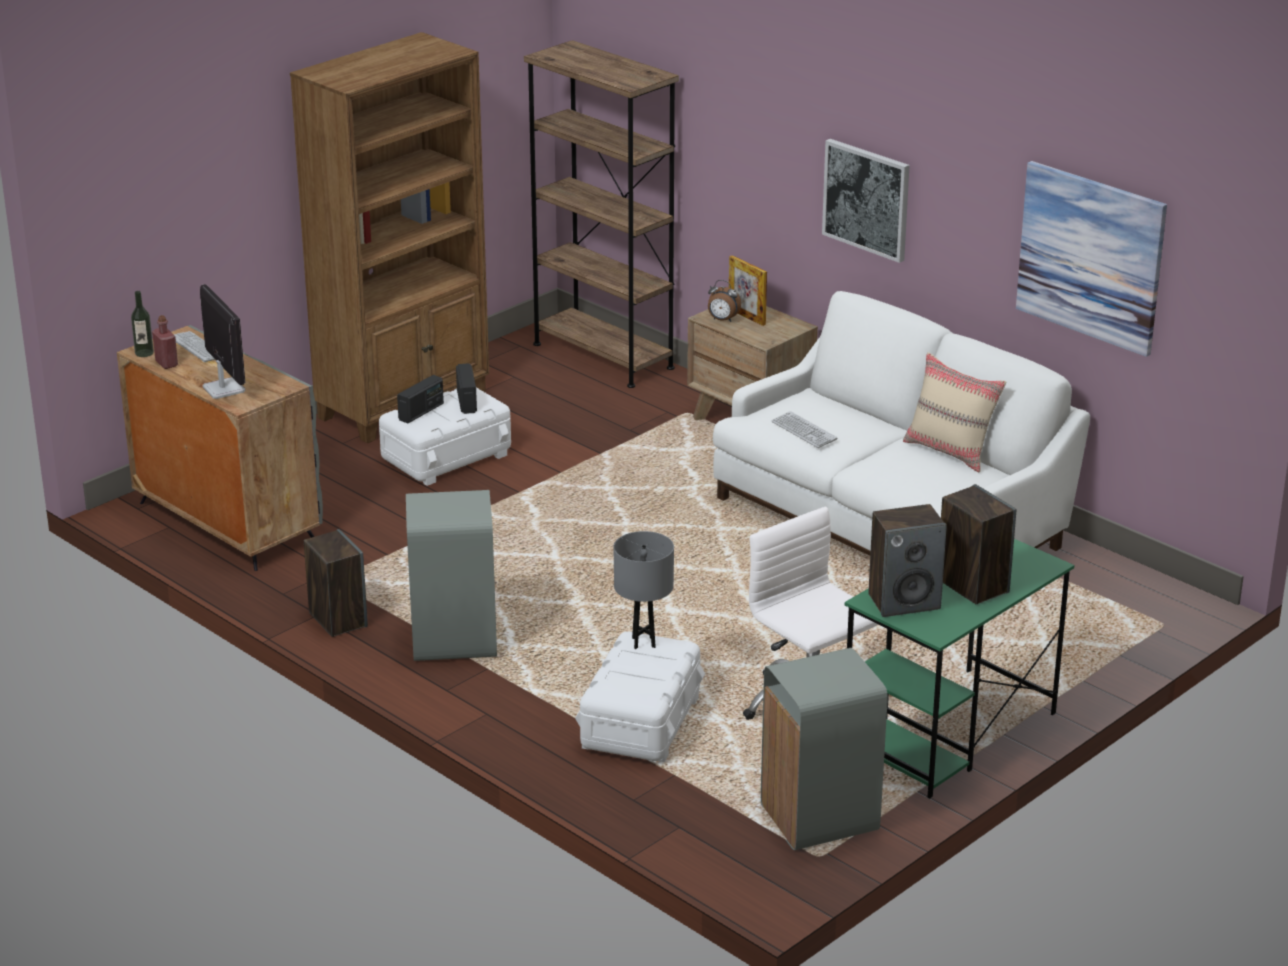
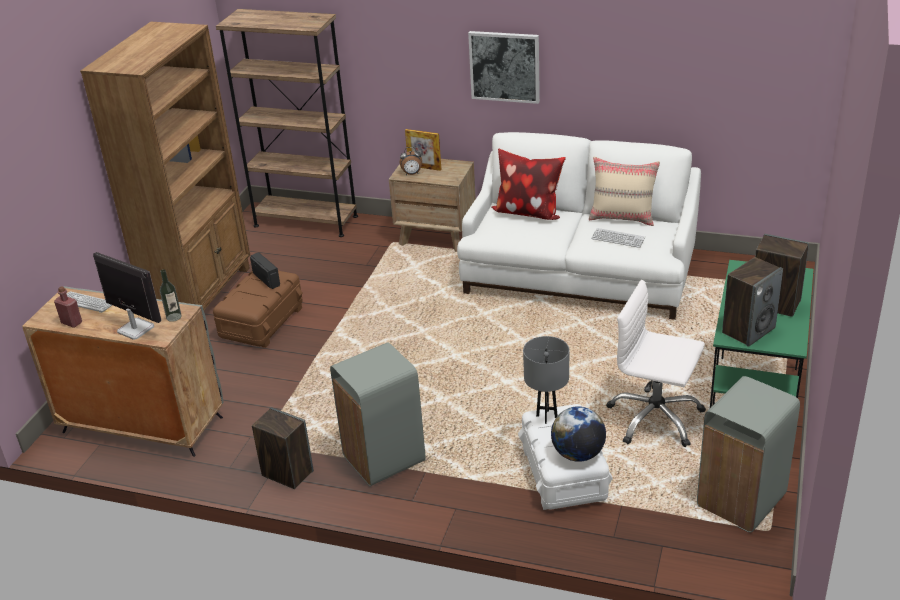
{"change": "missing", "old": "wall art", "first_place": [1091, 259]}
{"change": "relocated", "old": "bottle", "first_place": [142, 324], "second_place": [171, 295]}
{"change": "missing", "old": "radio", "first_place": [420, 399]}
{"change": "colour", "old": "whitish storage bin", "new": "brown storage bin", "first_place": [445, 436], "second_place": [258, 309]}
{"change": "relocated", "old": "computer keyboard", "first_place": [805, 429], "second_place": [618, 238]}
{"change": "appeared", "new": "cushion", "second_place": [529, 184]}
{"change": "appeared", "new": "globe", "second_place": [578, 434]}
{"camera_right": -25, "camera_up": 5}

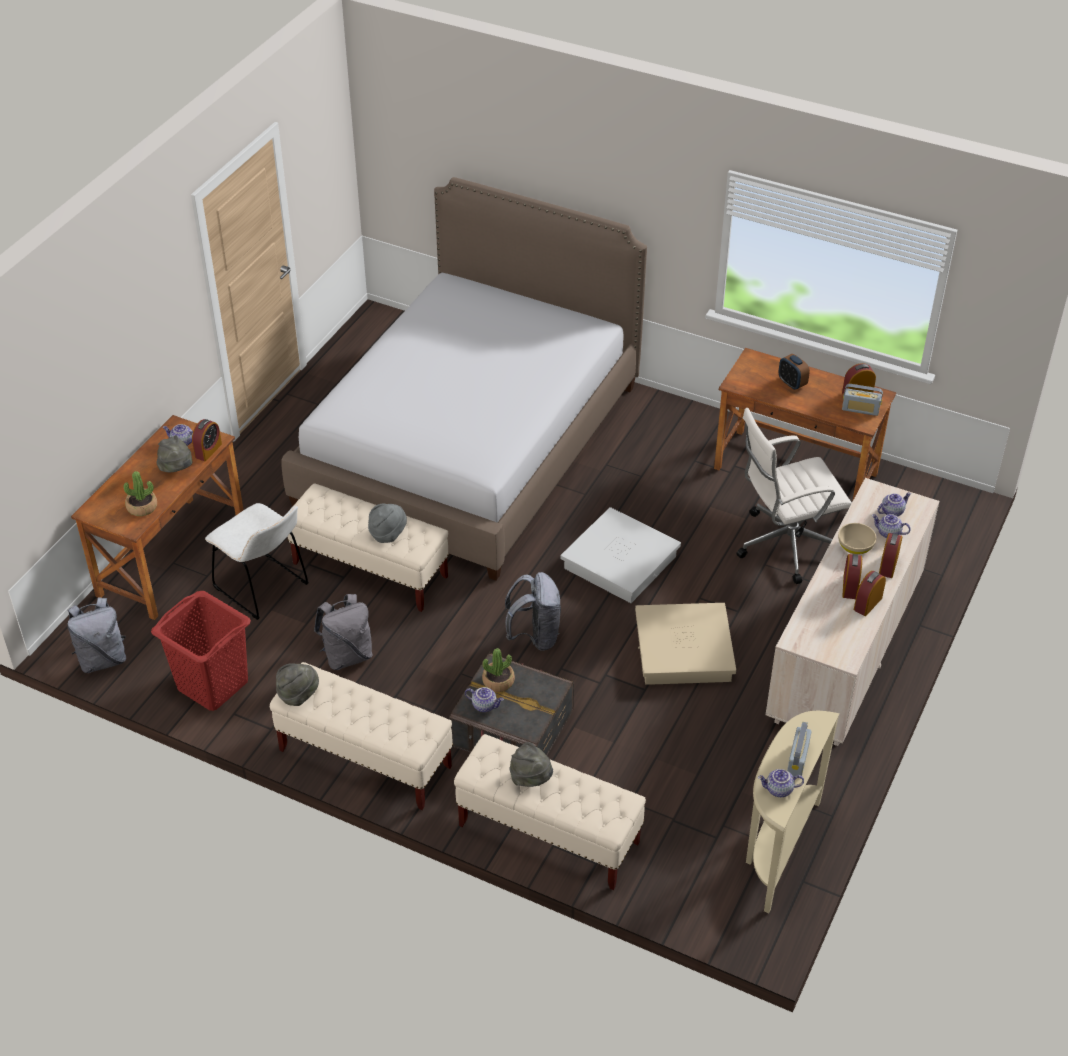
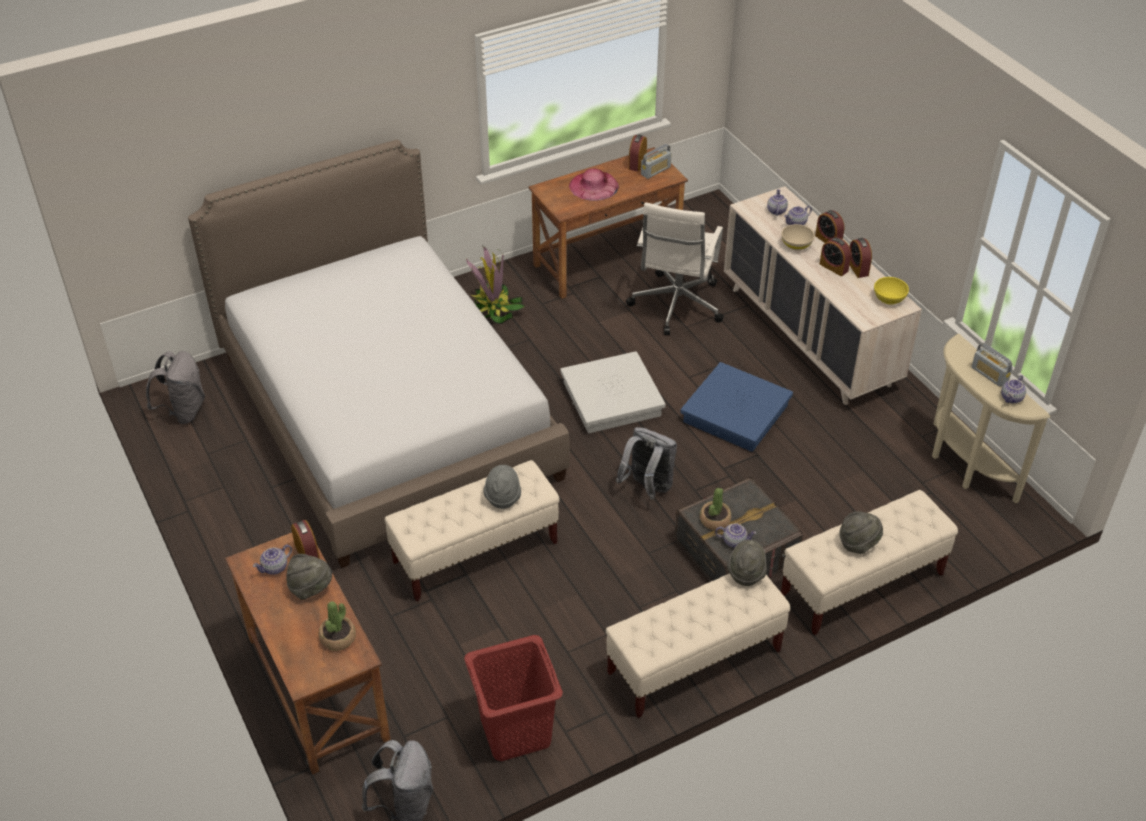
{"change": "exchanged", "old": "alarm clock", "new": "pinkish hat", "first_place": [794, 372], "second_place": [594, 184]}
{"change": "missing", "old": "whitish plain chair", "first_place": [257, 561]}
{"change": "relocated", "old": "greyish rucksack", "first_place": [343, 632], "second_place": [175, 387]}
{"change": "colour", "old": "sand-coloured storage bin", "new": "bluish storage bin", "first_place": [685, 644], "second_place": [736, 407]}
{"change": "relocated", "old": "greyish hat", "first_place": [297, 684], "second_place": [747, 563]}
{"change": "spun", "old": "teapot", "first_place": [484, 699], "second_place": [735, 535], "degrees": 45}
{"change": "appeared", "new": "potted plant", "second_place": [495, 285]}
{"change": "appeared", "new": "yellow bowl", "second_place": [891, 291]}
{"camera_right": -55, "camera_up": 0}

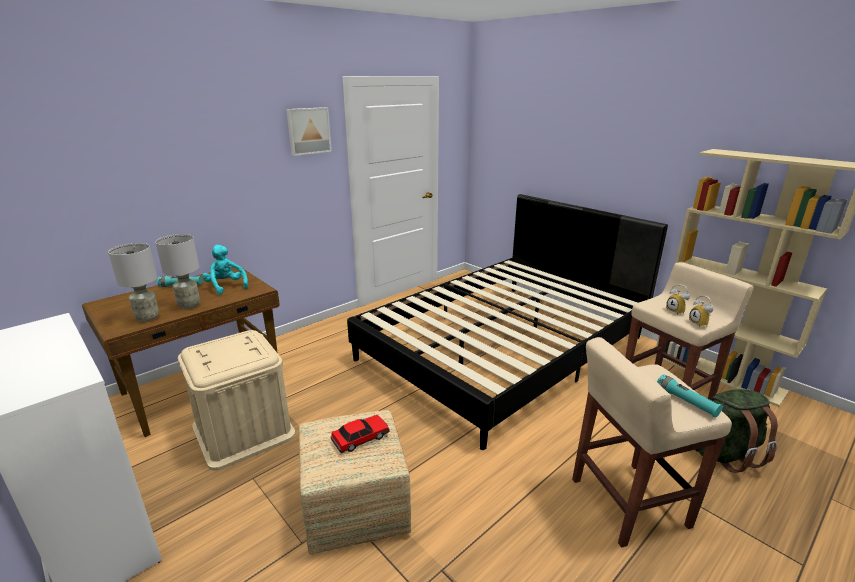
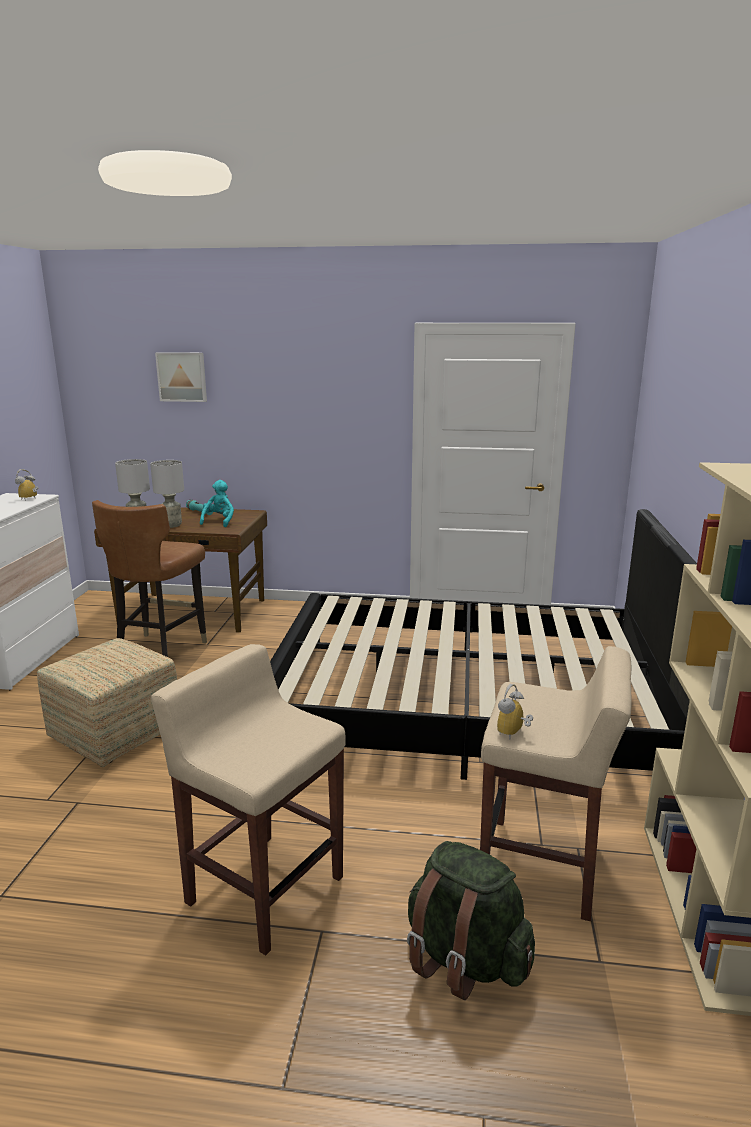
{"change": "relocated", "old": "wall art", "first_place": [309, 131], "second_place": [181, 377]}
{"change": "relocated", "old": "alarm clock", "first_place": [678, 300], "second_place": [26, 484]}
{"change": "exchanged", "old": "sand-coloured storage bin", "new": "brown plain chair", "first_place": [237, 400], "second_place": [149, 578]}
{"change": "missing", "old": "turquoise torch", "first_place": [690, 396]}
{"change": "missing", "old": "toy car", "first_place": [360, 434]}
{"camera_right": 50, "camera_up": -5}

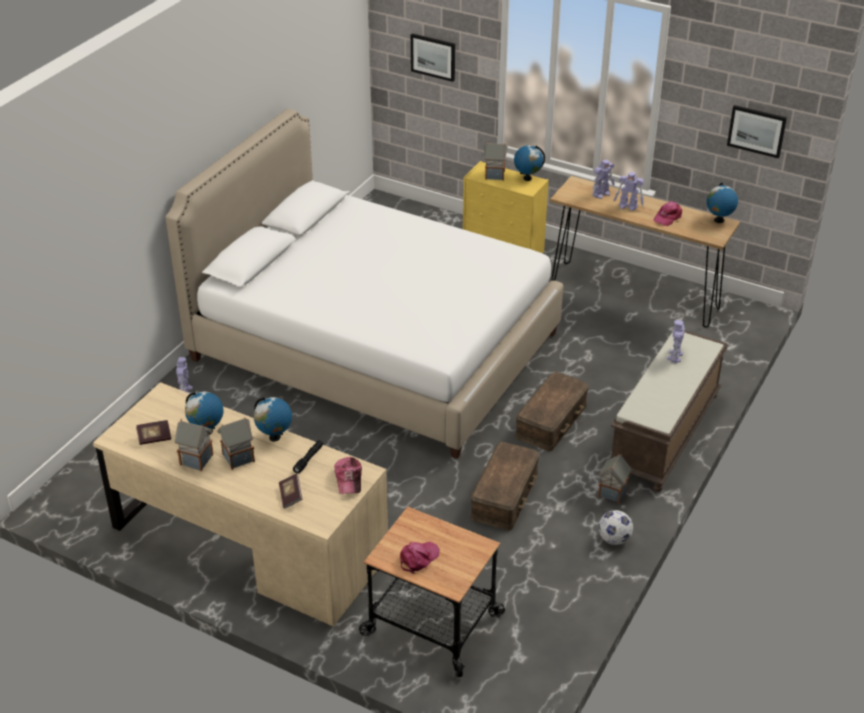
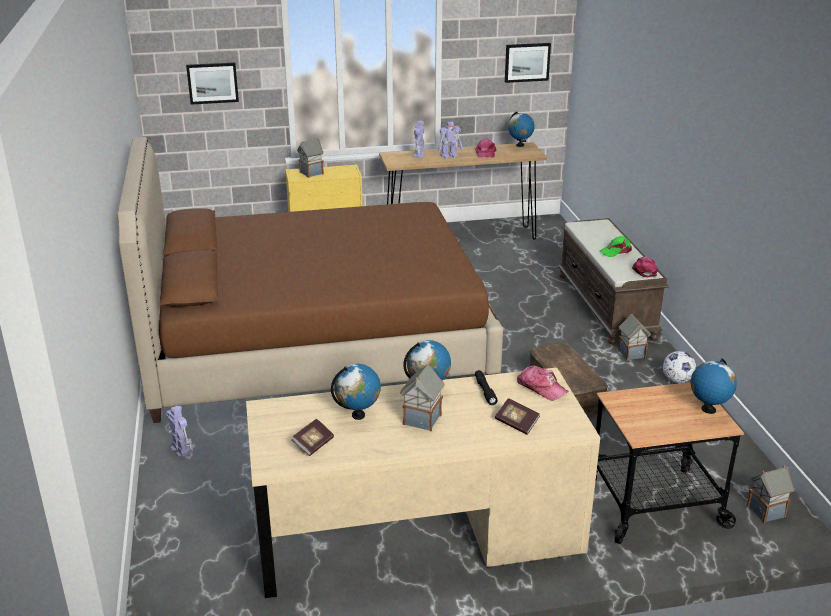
{"change": "colour", "old": "whitish sleeping bed", "new": "brown sleeping bed", "first_place": [364, 284], "second_place": [310, 280]}
{"change": "relocated", "old": "globe", "first_place": [529, 163], "second_place": [714, 386]}
{"change": "missing", "old": "robot figure", "first_place": [676, 341]}
{"change": "missing", "old": "brown storage bin", "first_place": [552, 412]}
{"change": "relocated", "old": "toy house", "first_place": [194, 445], "second_place": [770, 494]}
{"change": "relocated", "old": "pinkish cap", "first_place": [420, 558], "second_place": [645, 266]}
{"change": "appeared", "new": "green cap", "second_place": [616, 246]}
{"camera_right": -40, "camera_up": -10}

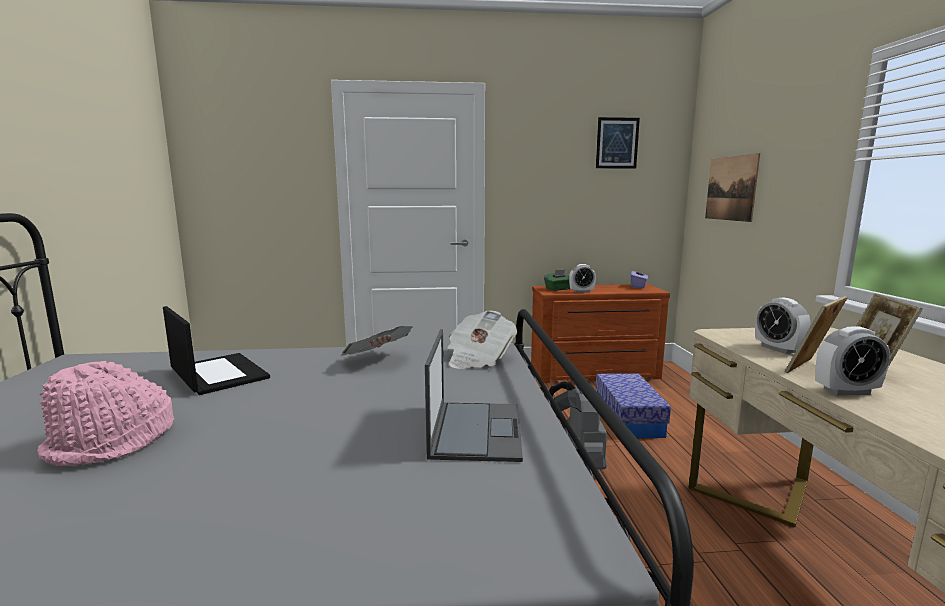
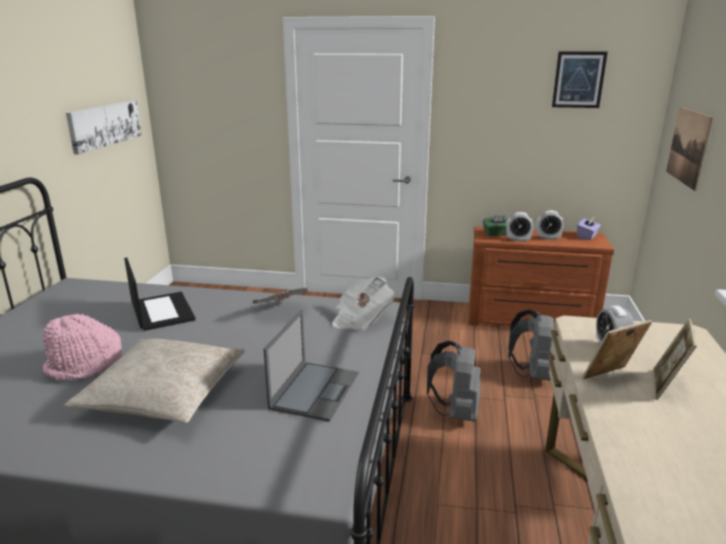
{"change": "relocated", "old": "alarm clock", "first_place": [852, 361], "second_place": [550, 225]}
{"change": "exchanged", "old": "storage bin", "new": "greyish rucksack", "first_place": [633, 405], "second_place": [531, 345]}
{"change": "appeared", "new": "wall art", "second_place": [104, 127]}
{"change": "appeared", "new": "sand-coloured cushion", "second_place": [154, 381]}
{"camera_right": 15, "camera_up": 10}

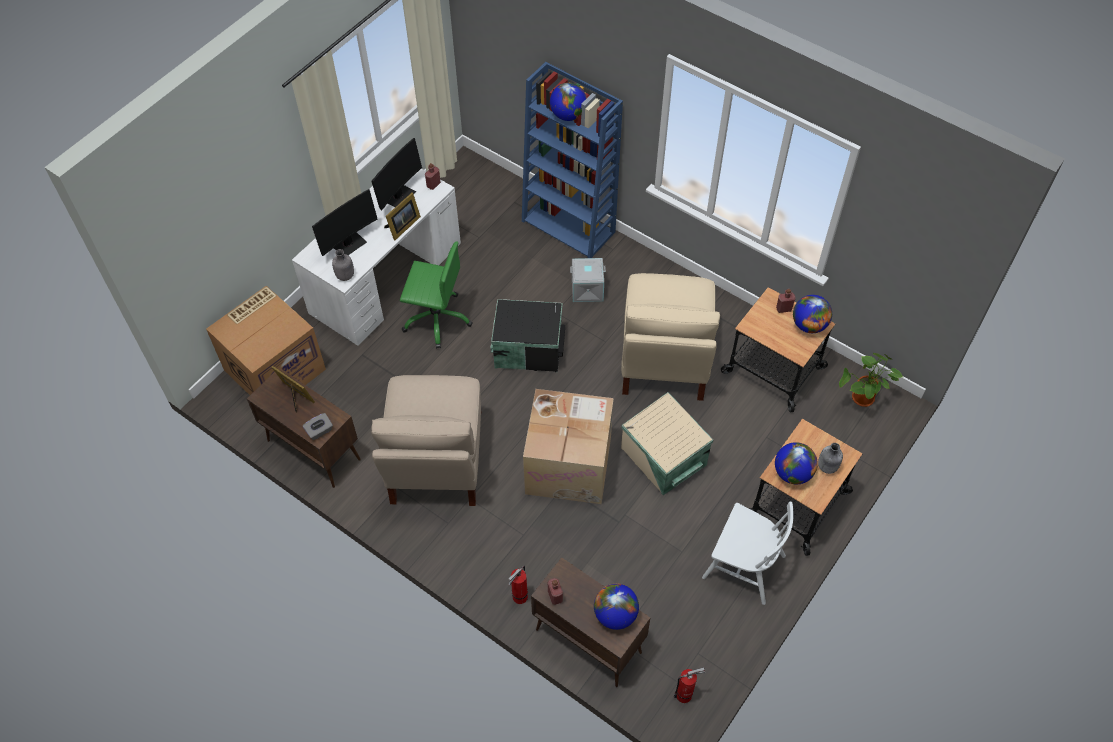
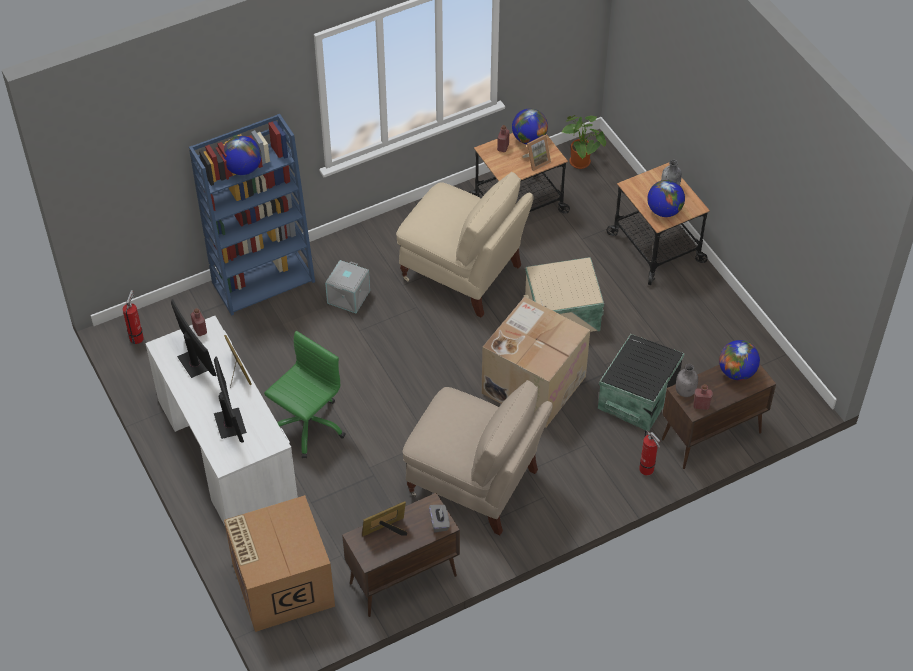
{"change": "relocated", "old": "greyish bottle", "first_place": [343, 265], "second_place": [687, 380]}
{"change": "relocated", "old": "black storage bin", "first_place": [527, 335], "second_place": [641, 383]}
{"change": "missing", "old": "whitish plain chair", "first_place": [748, 553]}
{"change": "relocated", "old": "fire extinguisher", "first_place": [689, 685], "second_place": [133, 317]}
{"change": "appeared", "new": "standing frame", "second_place": [537, 153]}
{"camera_right": -65, "camera_up": -5}

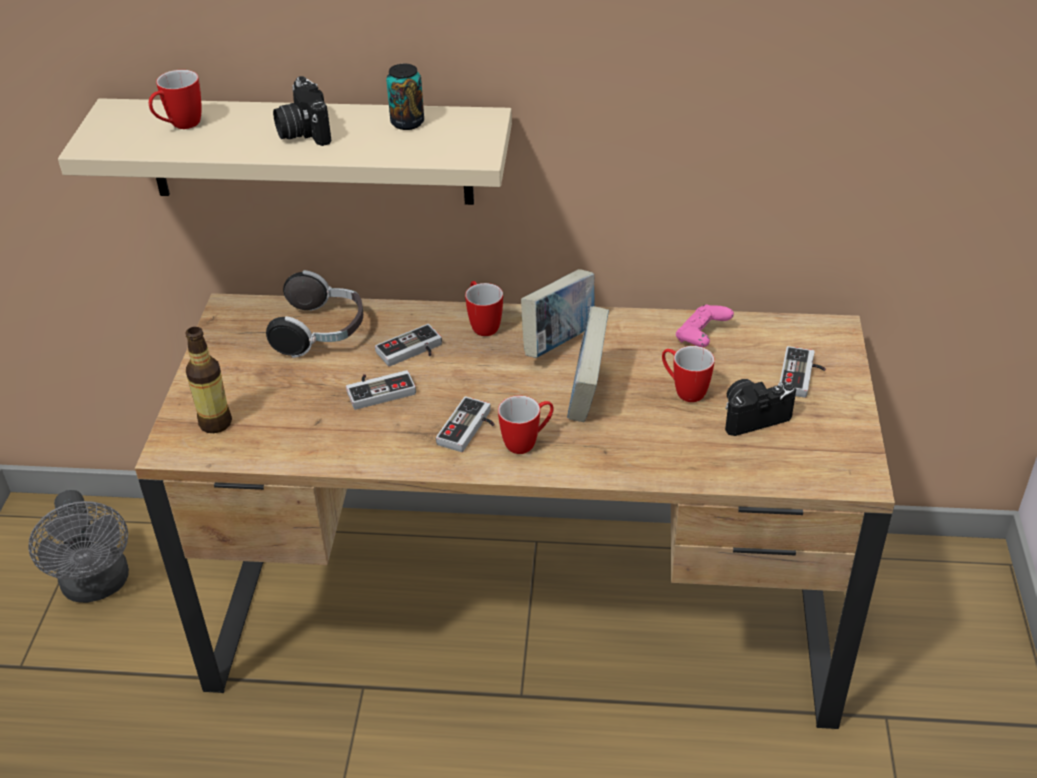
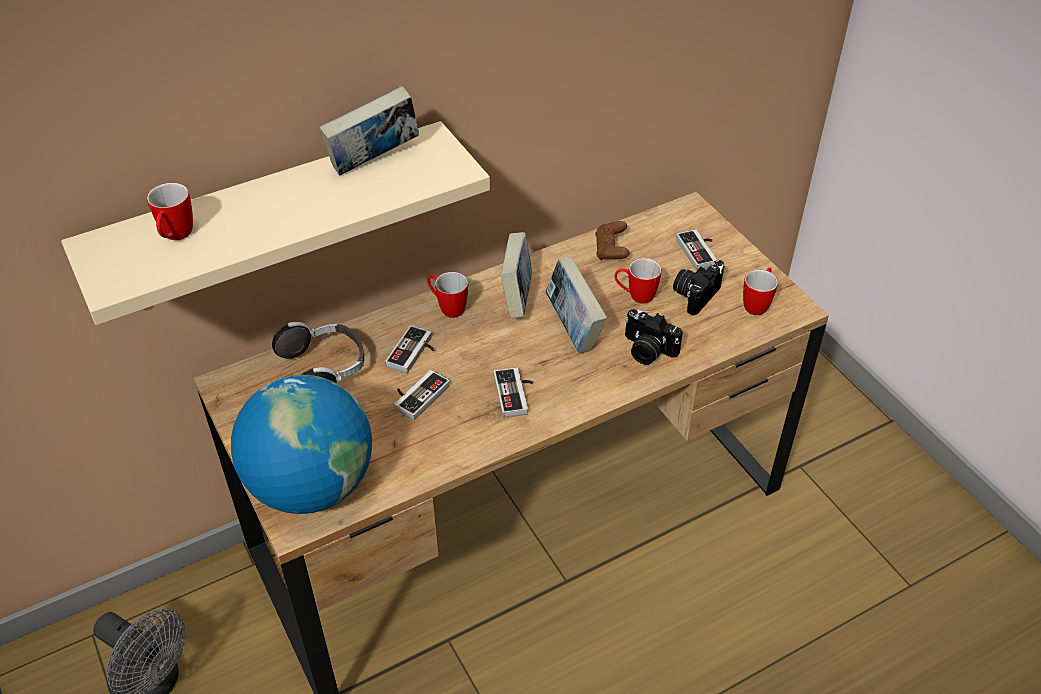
{"change": "exchanged", "old": "sealed can", "new": "bound book", "first_place": [405, 97], "second_place": [369, 131]}
{"change": "relocated", "old": "still camera", "first_place": [302, 111], "second_place": [654, 337]}
{"change": "colour", "old": "pinkish joypad", "new": "brown joypad", "first_place": [705, 326], "second_place": [612, 241]}
{"change": "exchanged", "old": "bottle", "new": "globe", "first_place": [209, 380], "second_place": [301, 444]}
{"change": "relocated", "old": "mug", "first_place": [526, 424], "second_place": [760, 291]}
{"camera_right": -35, "camera_up": 5}

